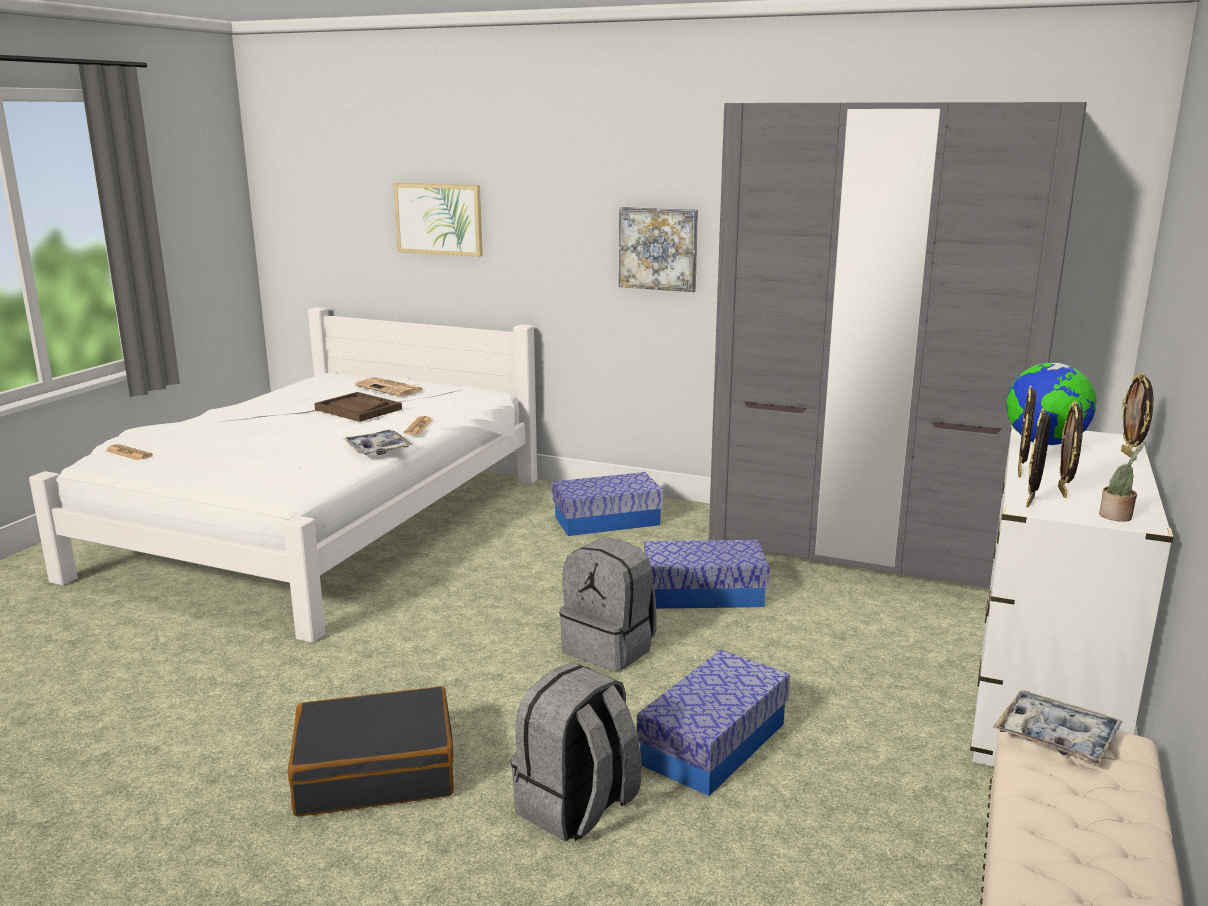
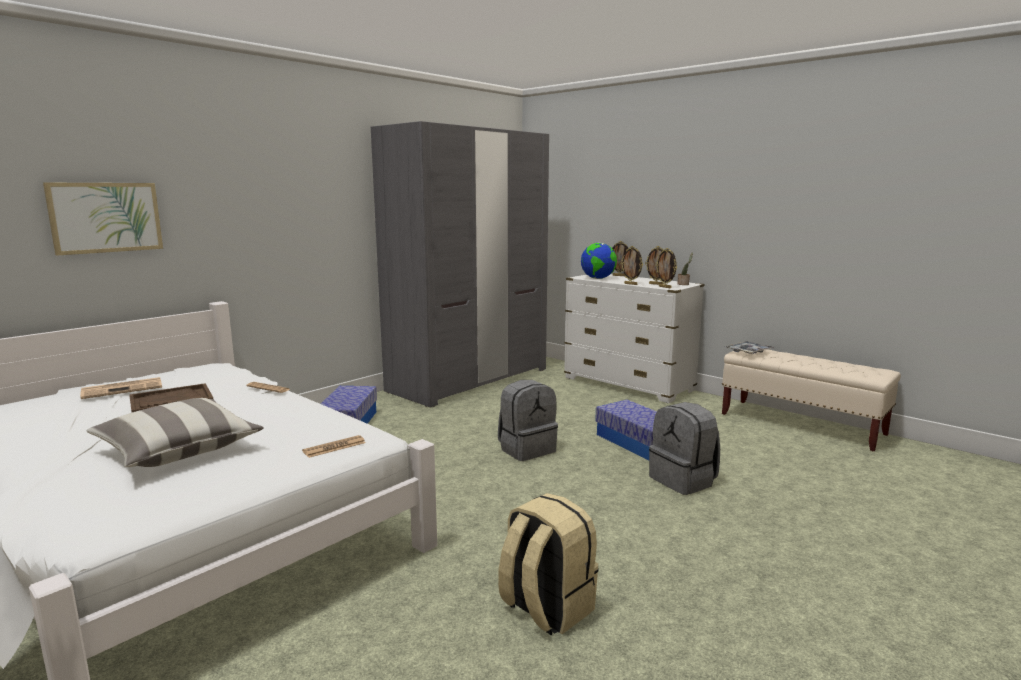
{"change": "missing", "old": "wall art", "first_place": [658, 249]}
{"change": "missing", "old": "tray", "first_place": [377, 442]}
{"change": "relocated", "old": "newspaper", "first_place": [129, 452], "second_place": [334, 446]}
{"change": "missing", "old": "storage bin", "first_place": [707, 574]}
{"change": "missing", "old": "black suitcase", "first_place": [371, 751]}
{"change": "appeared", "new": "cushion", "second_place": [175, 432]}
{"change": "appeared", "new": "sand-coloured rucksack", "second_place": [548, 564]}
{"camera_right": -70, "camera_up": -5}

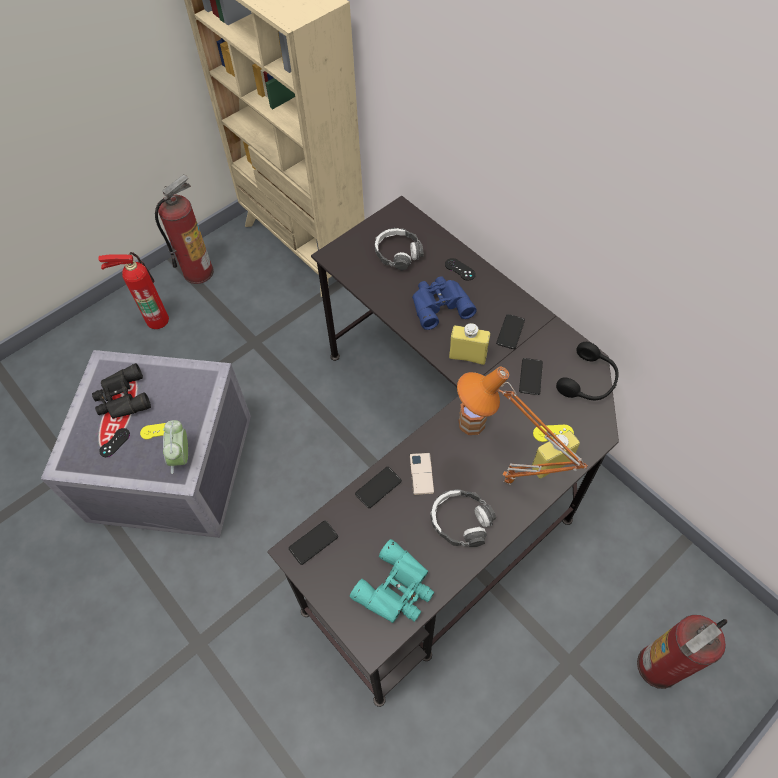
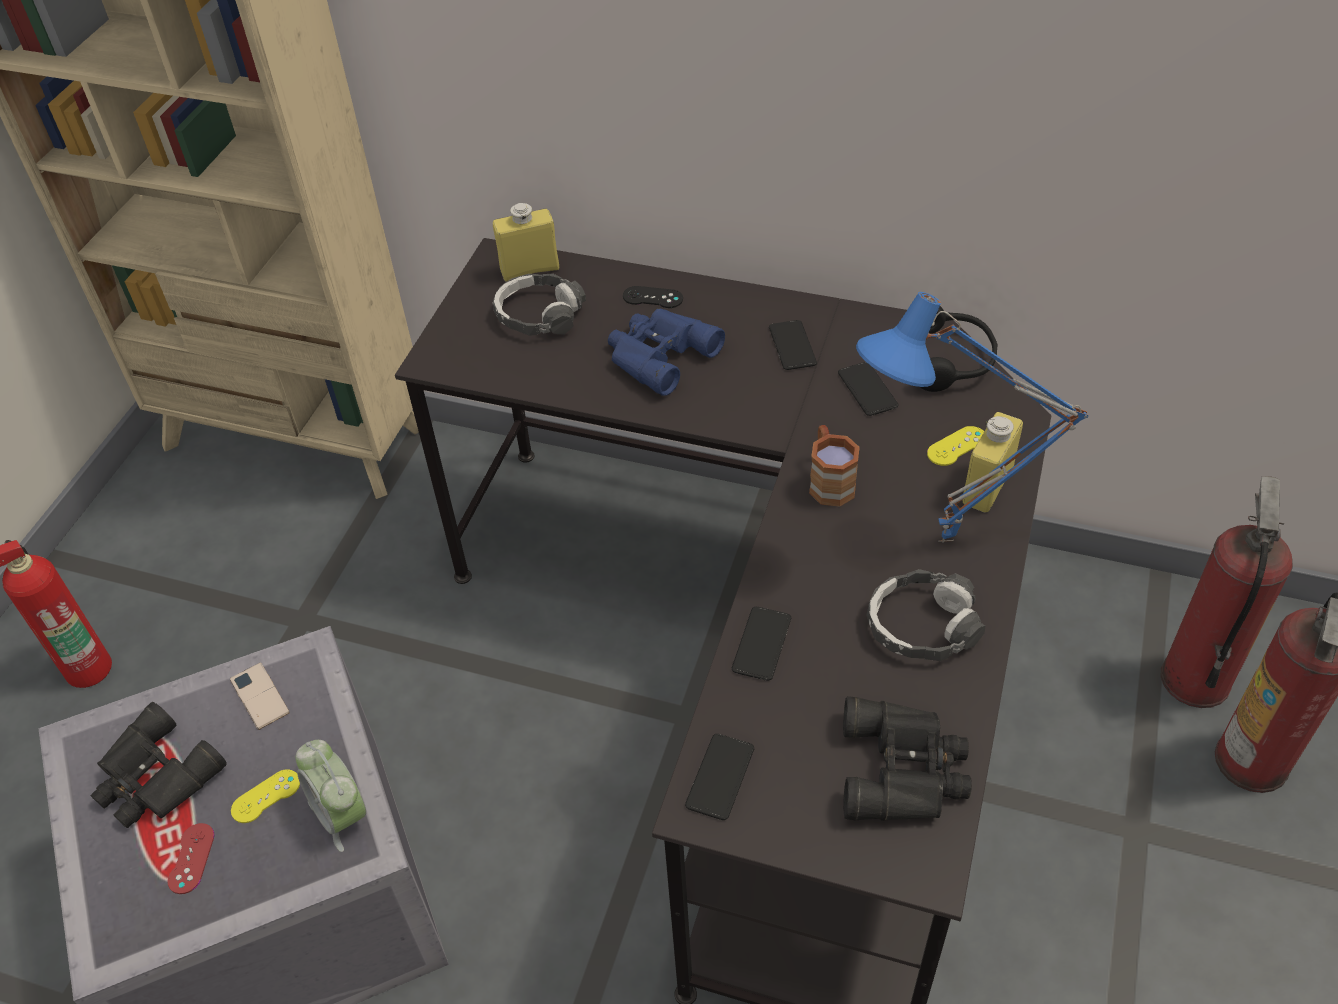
{"change": "relocated", "old": "fire extinguisher", "first_place": [184, 229], "second_place": [1227, 592]}
{"change": "relocated", "old": "yellow bottle", "first_place": [469, 344], "second_place": [526, 242]}
{"change": "colour", "old": "orange-coloured tabletop lamp", "new": "bluish tabletop lamp", "first_place": [522, 426], "second_place": [972, 417]}
{"change": "colour", "old": "black joypad", "new": "reddish joypad", "first_place": [114, 442], "second_place": [190, 858]}
{"change": "relocated", "old": "phone", "first_place": [422, 474], "second_place": [260, 696]}
{"change": "colour", "old": "turquoise pair of binoculars", "new": "black pair of binoculars", "first_place": [392, 581], "second_place": [907, 758]}
{"camera_right": -30, "camera_up": -10}

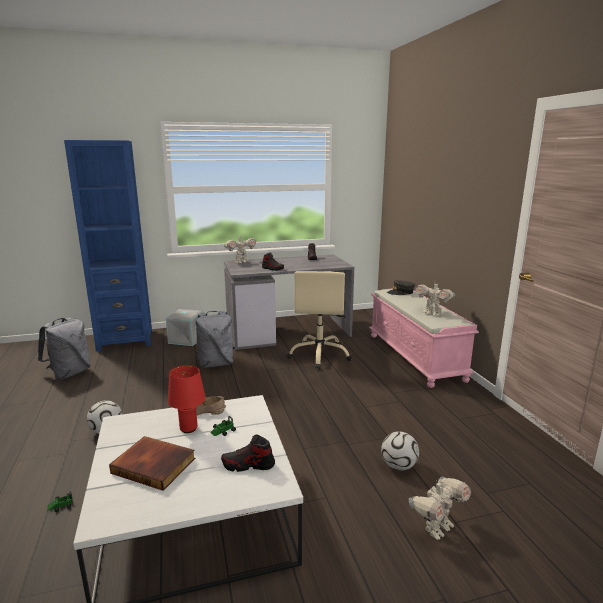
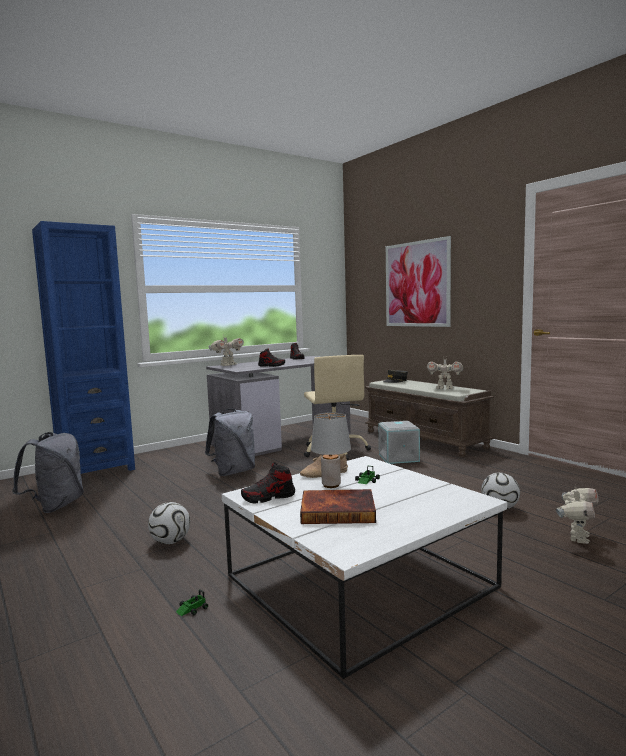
{"change": "colour", "old": "pinkish indoor bench", "new": "brown indoor bench", "first_place": [424, 338], "second_place": [429, 418]}
{"change": "relocated", "old": "greyish storage bin", "first_place": [184, 327], "second_place": [399, 442]}
{"change": "colour", "old": "reddish tabletop lamp", "new": "greyish tabletop lamp", "first_place": [186, 399], "second_place": [331, 450]}
{"change": "relocated", "old": "shoe", "first_place": [248, 453], "second_place": [268, 482]}
{"change": "appeared", "new": "wall art", "second_place": [418, 281]}
{"camera_right": -20, "camera_up": -10}

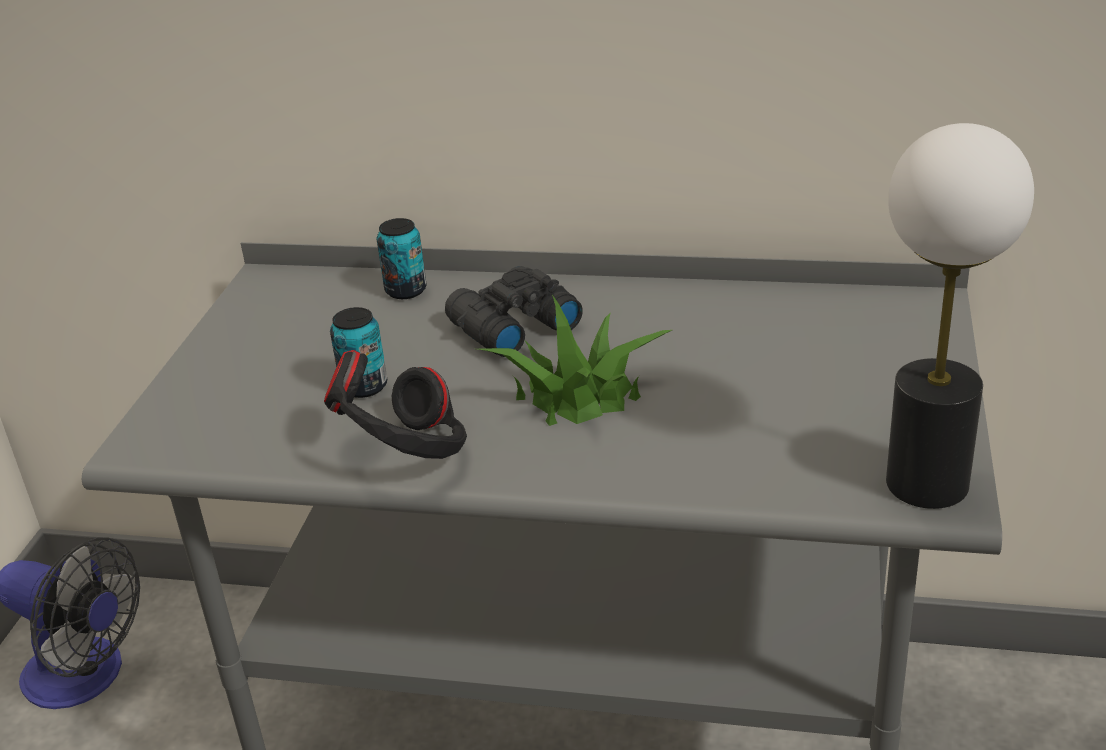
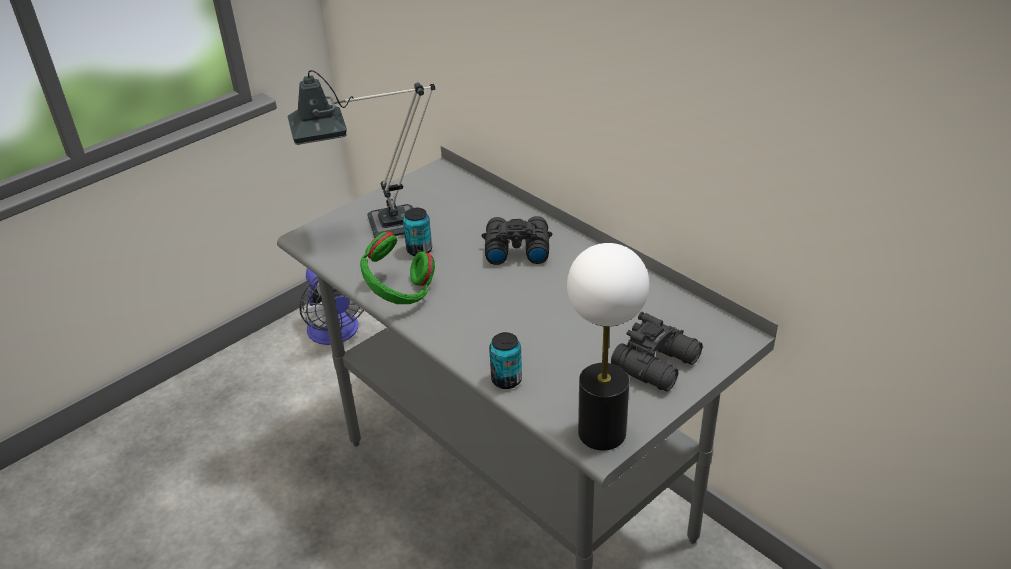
{"change": "relocated", "old": "sealed can", "first_place": [402, 258], "second_place": [505, 360]}
{"change": "missing", "old": "potted plant", "first_place": [575, 360]}
{"change": "colour", "old": "black pair of headphones", "new": "green pair of headphones", "first_place": [395, 404], "second_place": [397, 267]}
{"change": "appeared", "new": "tabletop lamp", "second_place": [361, 154]}
{"change": "appeared", "new": "black pair of binoculars", "second_place": [657, 351]}
{"camera_right": 35, "camera_up": 5}

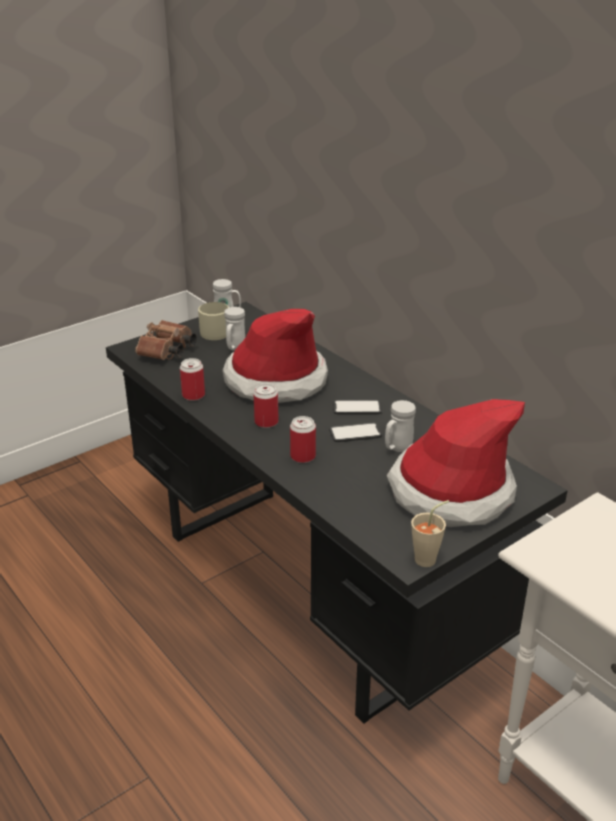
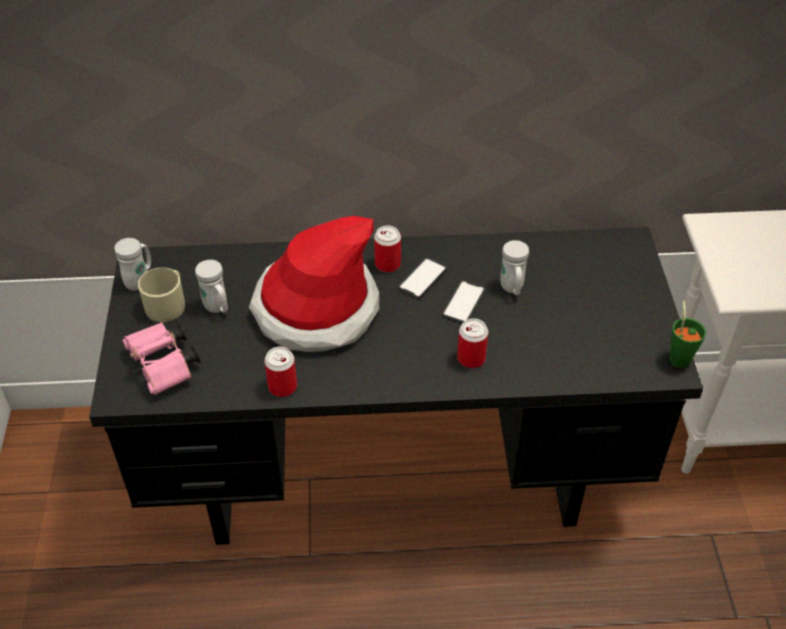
{"change": "colour", "old": "brown pair of binoculars", "new": "pinkish pair of binoculars", "first_place": [166, 340], "second_place": [161, 358]}
{"change": "relocated", "old": "sealed can", "first_place": [266, 406], "second_place": [387, 248]}
{"change": "missing", "old": "hat", "first_place": [455, 463]}
{"change": "colour", "old": "sand-coloured cup", "new": "green cup", "first_place": [430, 533], "second_place": [688, 334]}
{"camera_right": -55, "camera_up": 15}

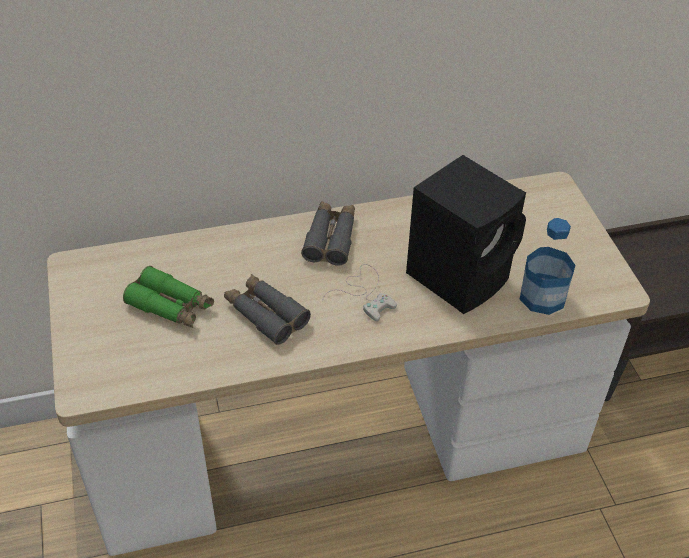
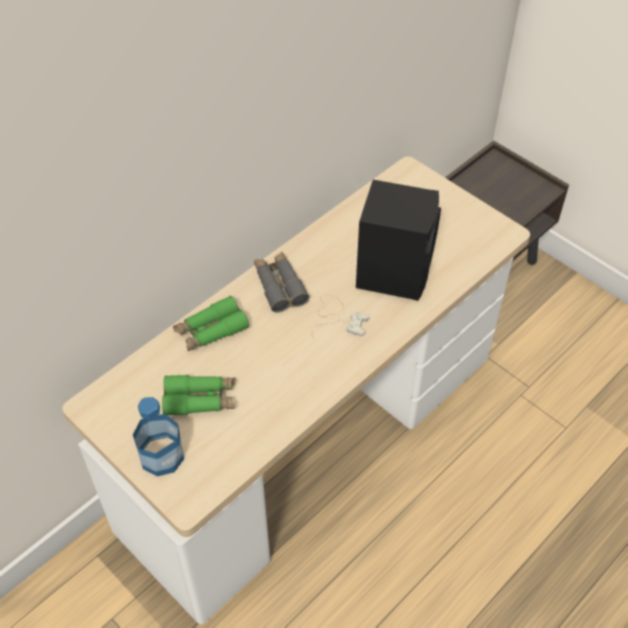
{"change": "relocated", "old": "bottle", "first_place": [548, 266], "second_place": [158, 436]}
{"change": "missing", "old": "greyish pair of binoculars", "first_place": [267, 309]}
{"change": "appeared", "new": "green pair of binoculars", "second_place": [211, 323]}
{"camera_right": -30, "camera_up": 5}

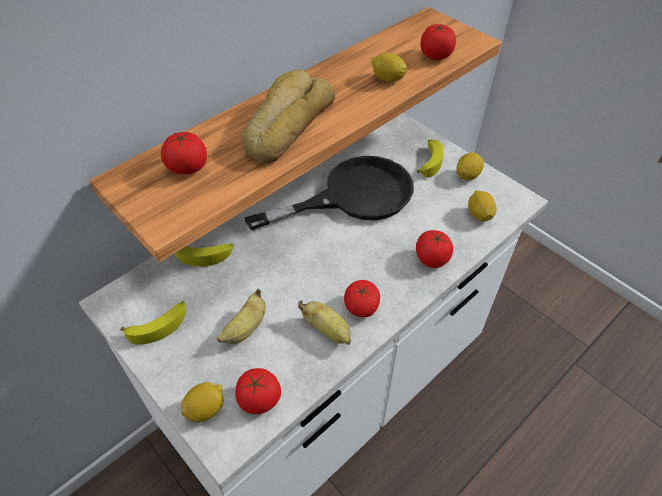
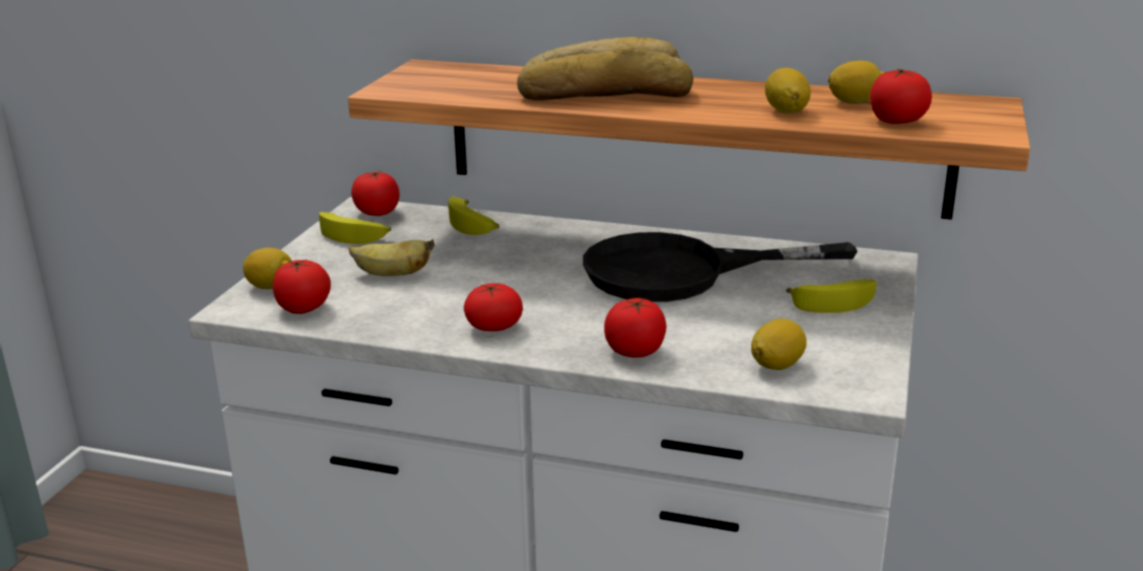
{"change": "relocated", "old": "fresh tomato", "first_place": [184, 152], "second_place": [375, 193]}
{"change": "relocated", "old": "citrus fruit", "first_place": [470, 167], "second_place": [856, 82]}
{"change": "spun", "old": "black skillet", "first_place": [329, 193], "second_place": [720, 267], "degrees": 135}
{"change": "missing", "old": "banana", "first_place": [324, 322]}
{"camera_right": 60, "camera_up": -25}

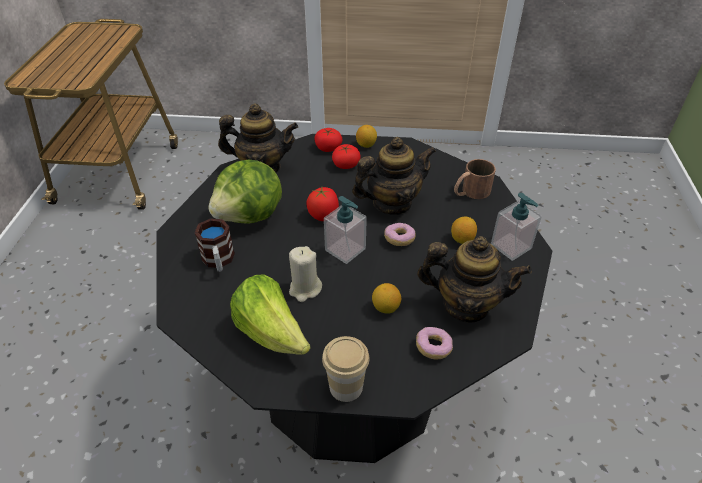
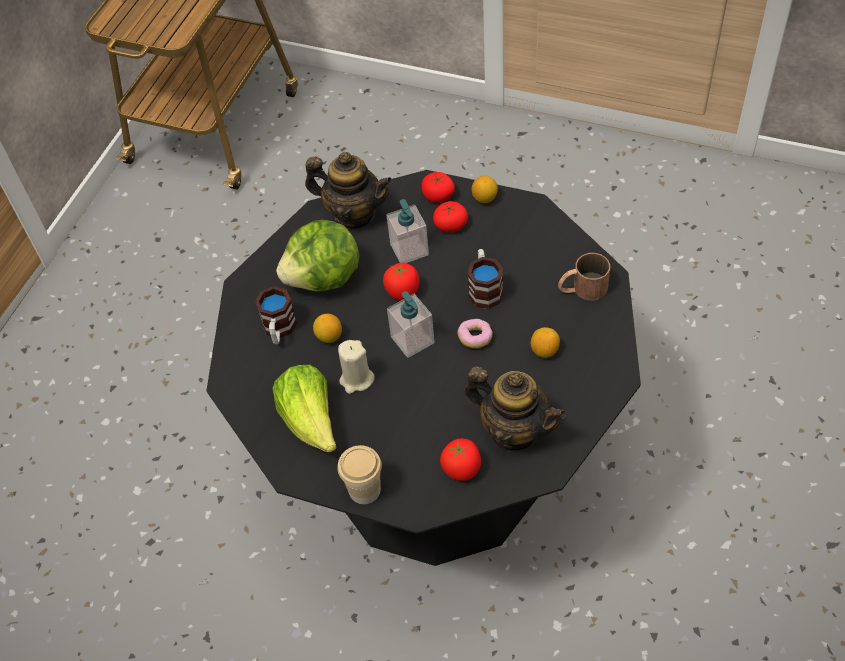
{"change": "exchanged", "old": "teapot", "new": "mug", "first_place": [394, 176], "second_place": [485, 279]}
{"change": "relocated", "old": "liquid soap bottle", "first_place": [516, 227], "second_place": [407, 231]}
{"change": "relocated", "old": "citrus fruit", "first_place": [386, 298], "second_place": [327, 328]}
{"change": "exchanged", "old": "doughnut", "new": "fresh tomato", "first_place": [434, 343], "second_place": [460, 459]}
{"camera_right": 20, "camera_up": 10}

